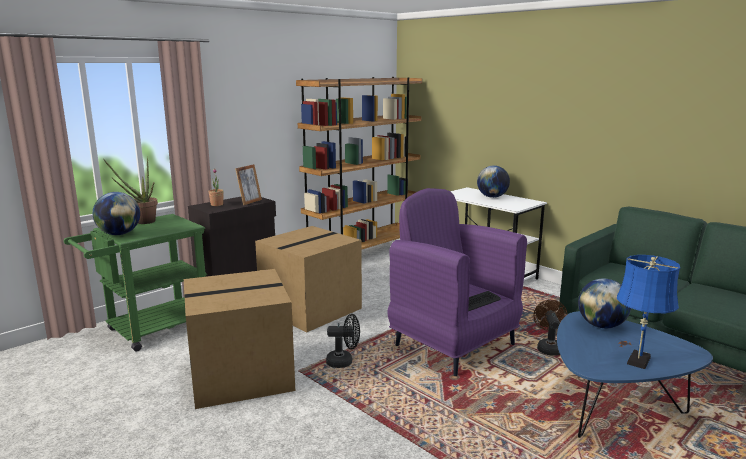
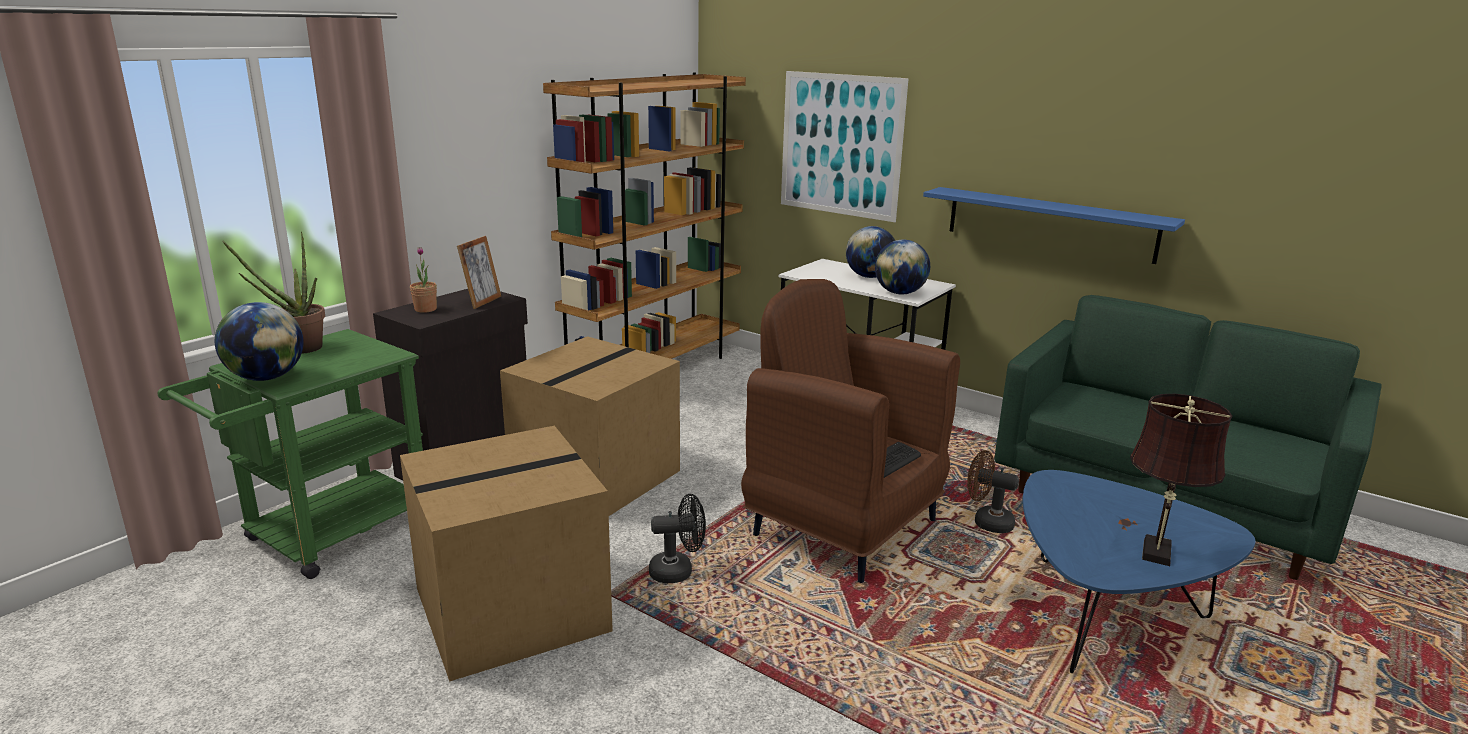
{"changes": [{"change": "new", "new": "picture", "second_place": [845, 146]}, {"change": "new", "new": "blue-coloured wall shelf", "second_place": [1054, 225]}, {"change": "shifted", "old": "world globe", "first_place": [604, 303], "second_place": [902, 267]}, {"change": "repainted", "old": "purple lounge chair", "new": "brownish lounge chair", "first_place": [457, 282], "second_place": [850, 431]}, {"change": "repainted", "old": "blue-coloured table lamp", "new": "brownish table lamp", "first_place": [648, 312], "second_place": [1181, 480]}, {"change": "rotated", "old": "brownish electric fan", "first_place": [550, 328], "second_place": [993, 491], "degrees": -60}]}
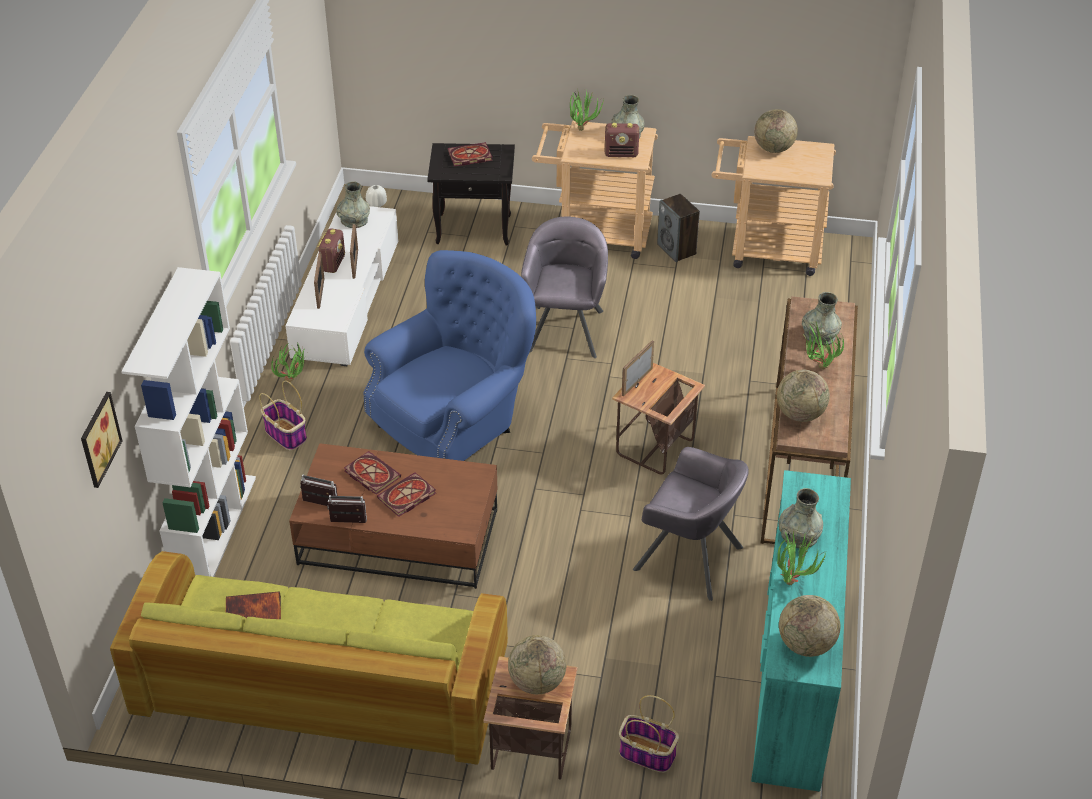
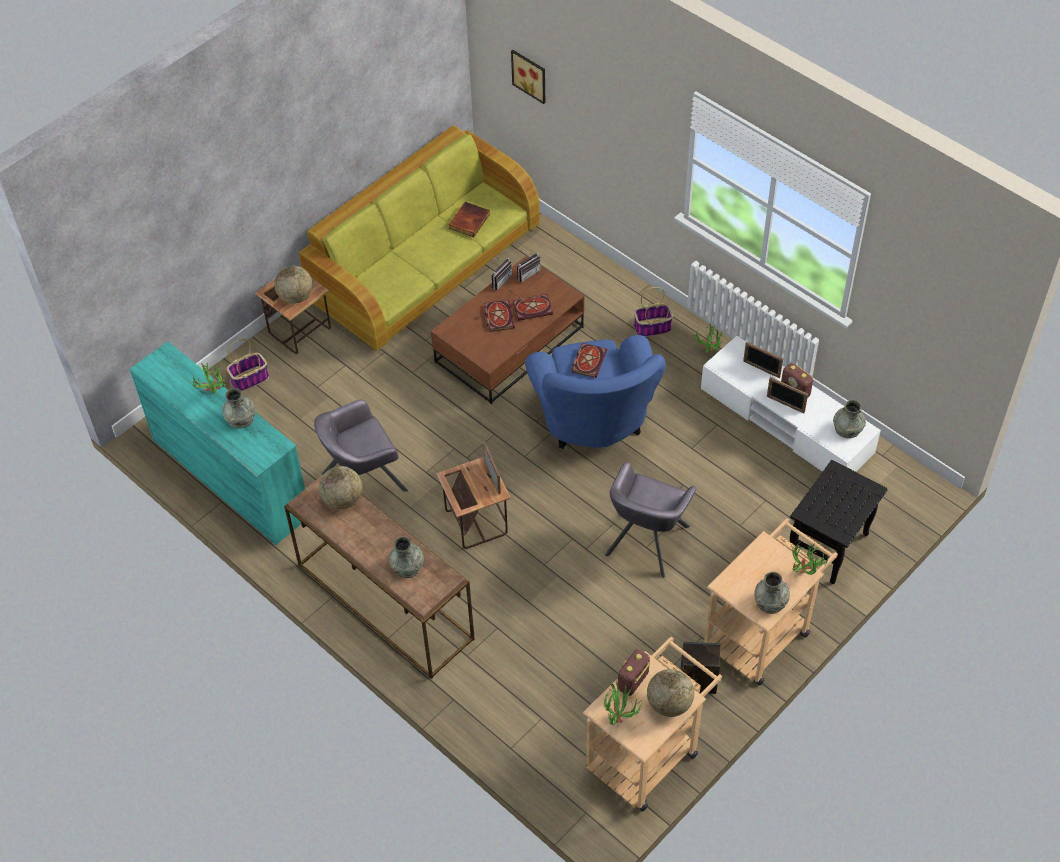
{"changes": [{"change": "gone", "old": "white-coloured bookcase", "first_place": [188, 422]}, {"change": "gone", "old": "white-coloured vase", "first_place": [376, 196]}, {"change": "gone", "old": "world globe", "first_place": [809, 626]}, {"change": "shifted", "old": "bound book", "first_place": [470, 154], "second_place": [589, 360]}, {"change": "shifted", "old": "radio set", "first_place": [622, 140], "second_place": [634, 672]}, {"change": "shifted", "old": "potted plant", "first_place": [824, 345], "second_place": [623, 703]}, {"change": "rotated", "old": "gray lounge chair", "first_place": [564, 287], "second_place": [650, 520], "degrees": 75}]}
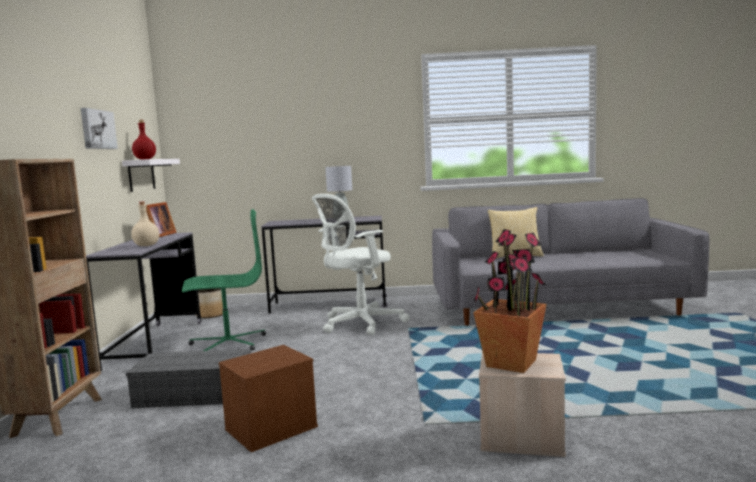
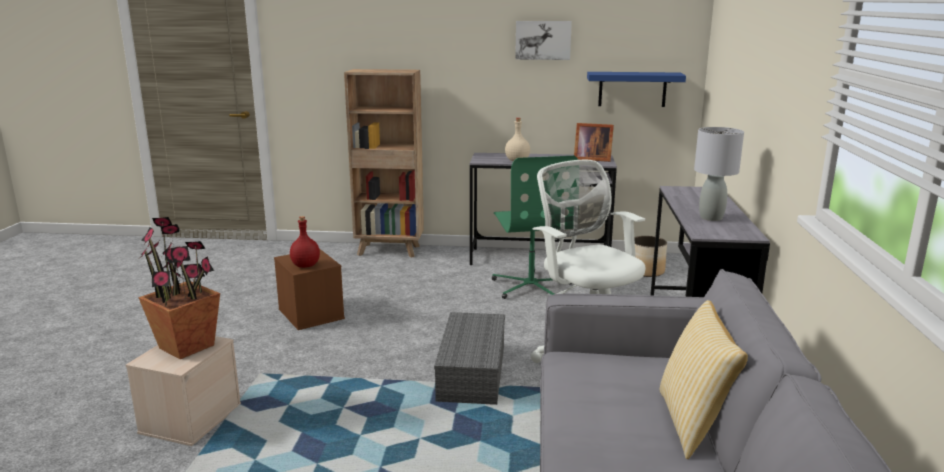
{"changes": [{"change": "shifted", "old": "gray storage bin", "first_place": [188, 378], "second_place": [469, 358]}, {"change": "shifted", "old": "red-coloured beverage bottle", "first_place": [144, 139], "second_place": [305, 242]}, {"change": "repainted", "old": "white-coloured wall shelf", "new": "blue-coloured wall shelf", "first_place": [151, 175], "second_place": [636, 89]}]}
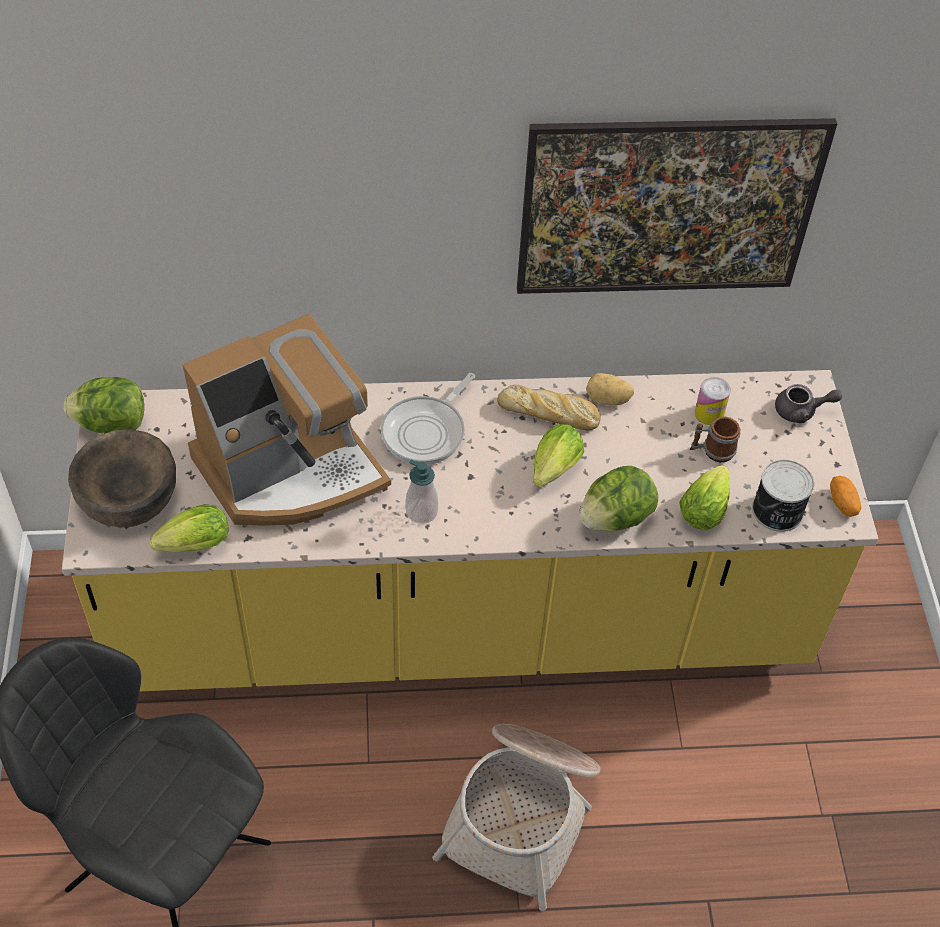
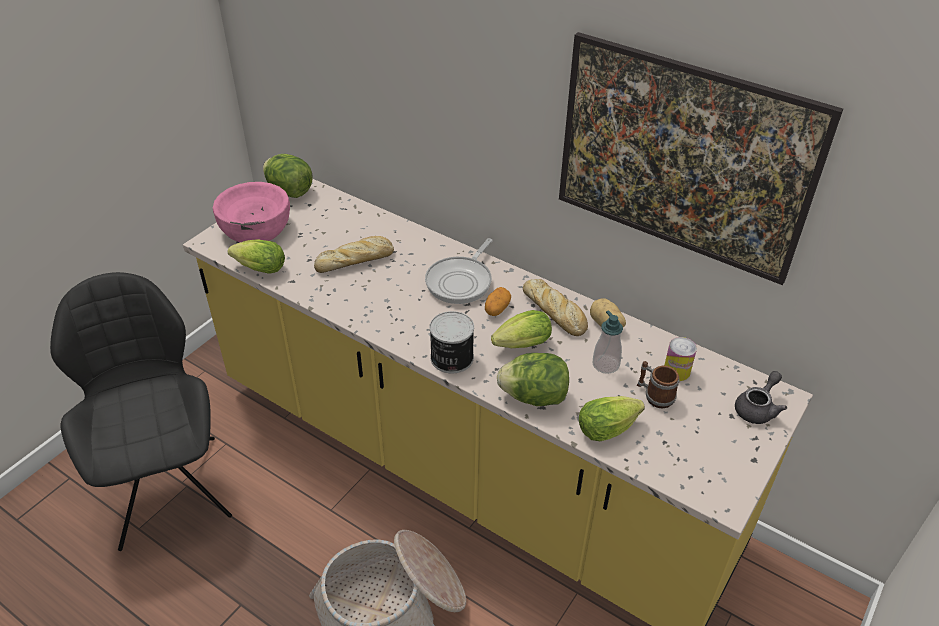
{"changes": [{"change": "shifted", "old": "soap dispenser", "first_place": [421, 492], "second_place": [608, 342]}, {"change": "shifted", "old": "sealed can", "first_place": [783, 496], "second_place": [452, 342]}, {"change": "shifted", "old": "spud", "first_place": [845, 496], "second_place": [498, 301]}, {"change": "swapped", "old": "coffee brewer", "new": "baked bread", "first_place": [286, 420], "second_place": [354, 254]}, {"change": "repainted", "old": "brownish bowl", "new": "pink-coloured bowl", "first_place": [122, 478], "second_place": [251, 212]}, {"change": "rotated", "old": "skillet", "first_place": [428, 419], "second_place": [459, 271], "degrees": -45}, {"change": "rotated", "old": "gray teapot", "first_place": [808, 403], "second_place": [761, 397], "degrees": -90}]}
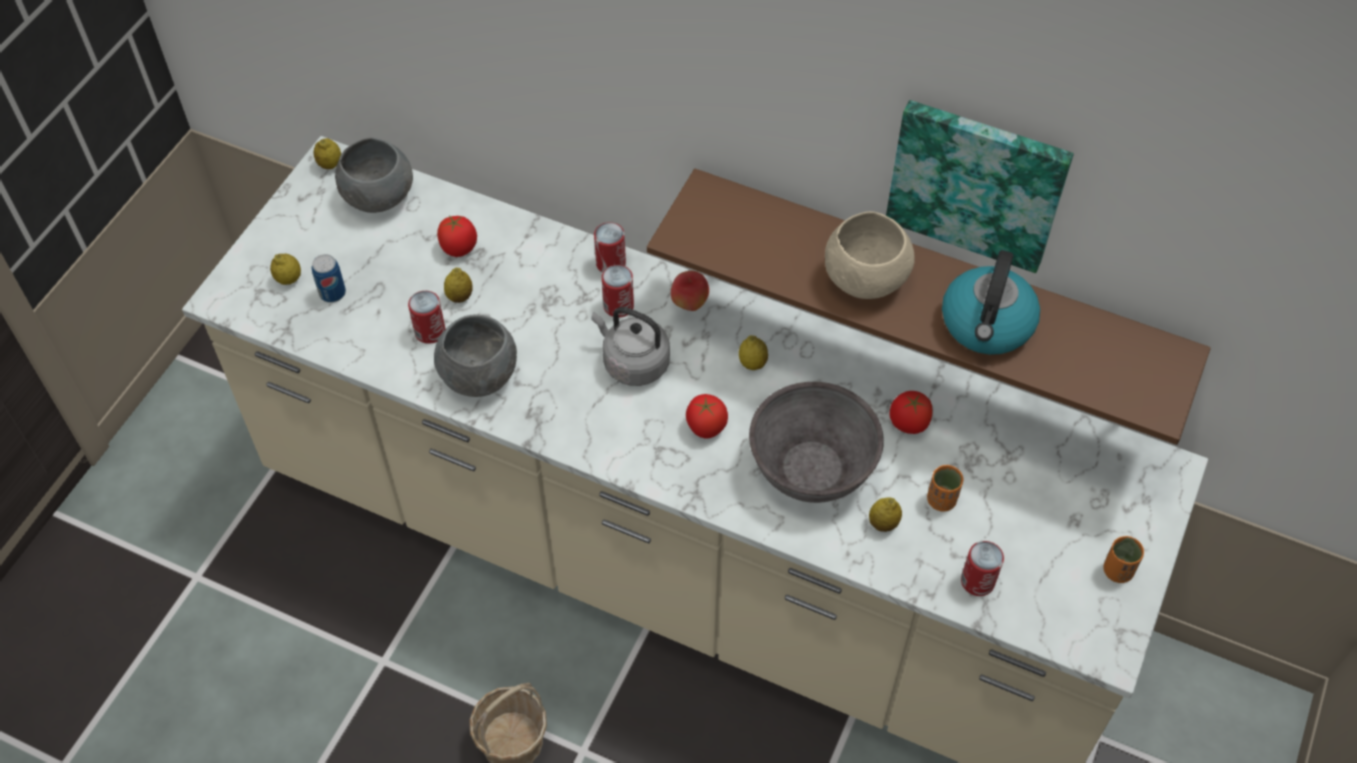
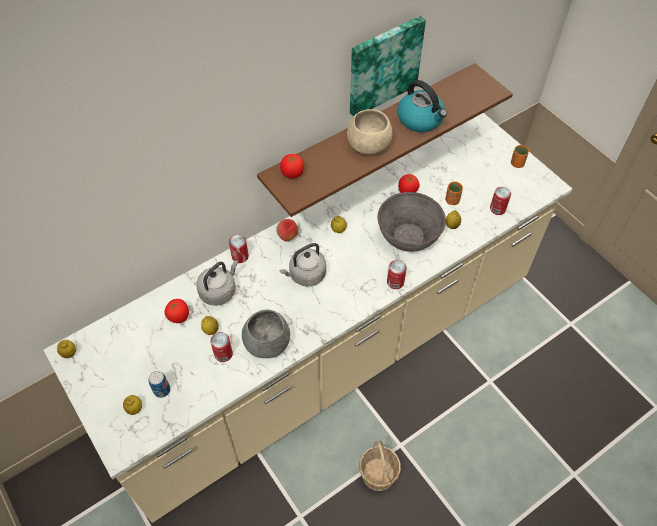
{"changes": [{"change": "gone", "old": "gray bowl", "first_place": [374, 175]}, {"change": "new", "new": "gray kettle", "second_place": [217, 283]}, {"change": "shifted", "old": "sealed can", "first_place": [618, 291], "second_place": [397, 274]}, {"change": "shifted", "old": "fresh tomato", "first_place": [707, 416], "second_place": [292, 166]}]}
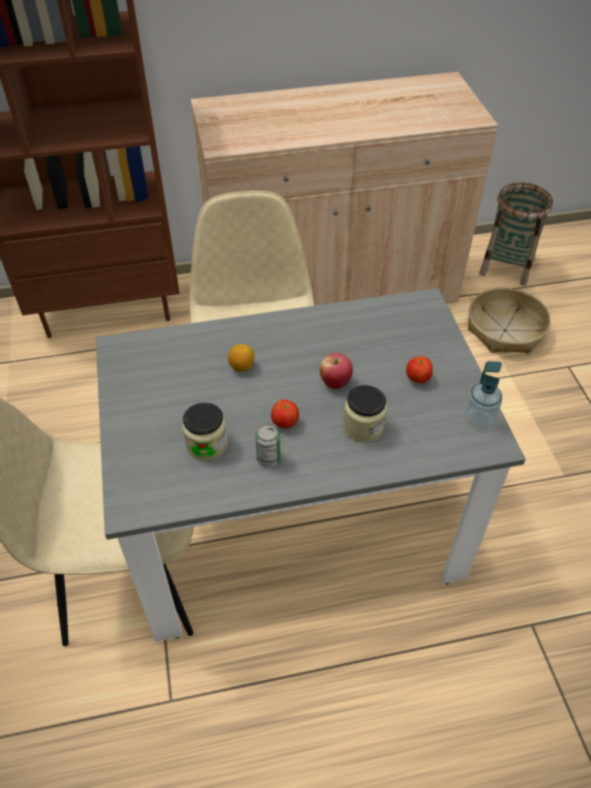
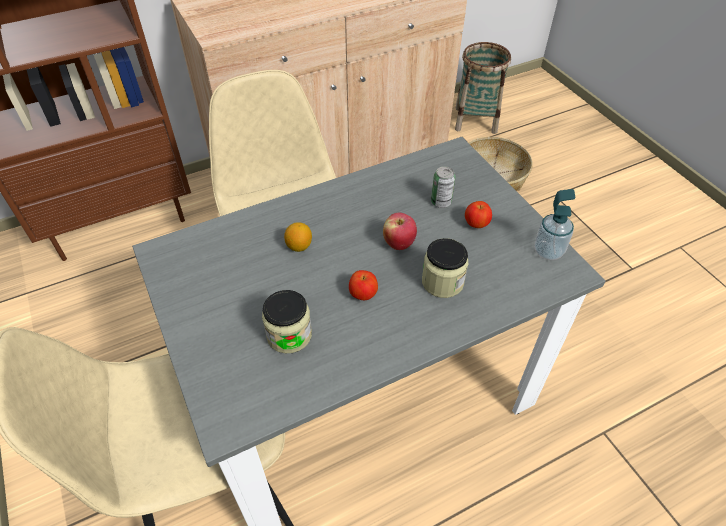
{"changes": [{"change": "shifted", "old": "sealed can", "first_place": [267, 445], "second_place": [443, 187]}]}
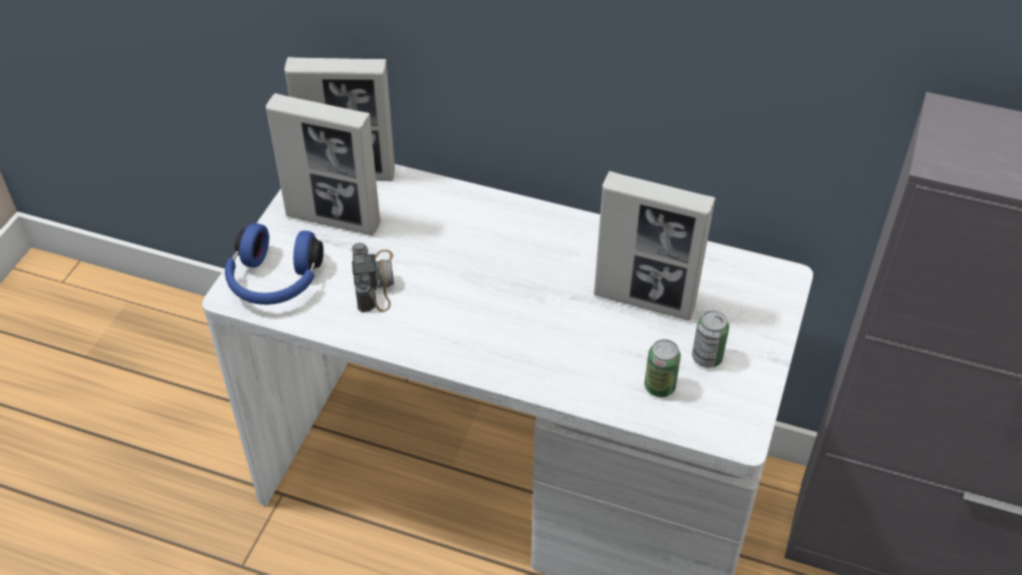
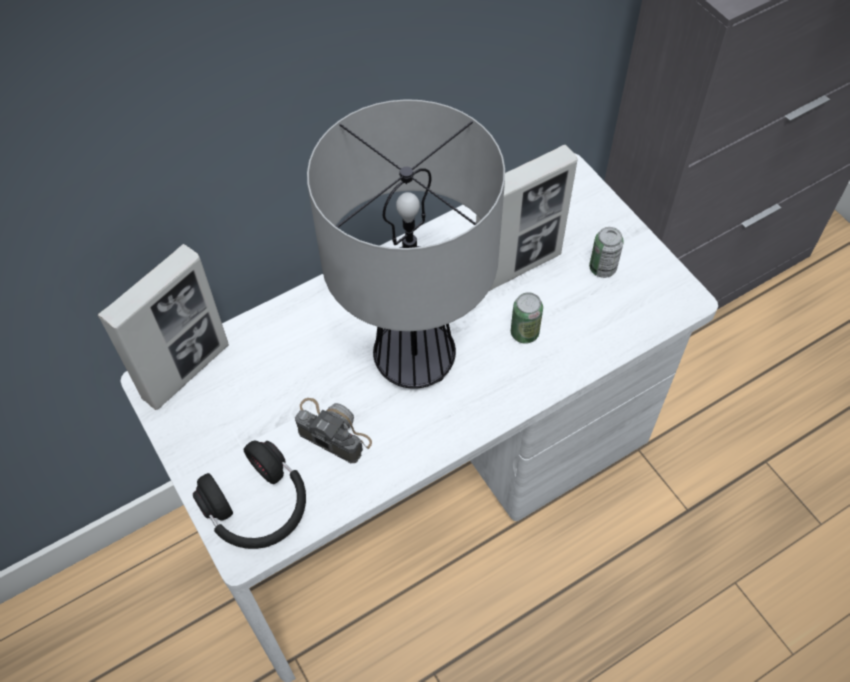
{"changes": [{"change": "gone", "old": "standing frame", "first_place": [323, 164]}, {"change": "new", "new": "table lamp", "second_place": [406, 244]}, {"change": "shifted", "old": "sealed can", "first_place": [662, 368], "second_place": [527, 318]}, {"change": "repainted", "old": "blue-coloured headset", "new": "black-coloured headset", "first_place": [274, 264], "second_place": [249, 494]}]}
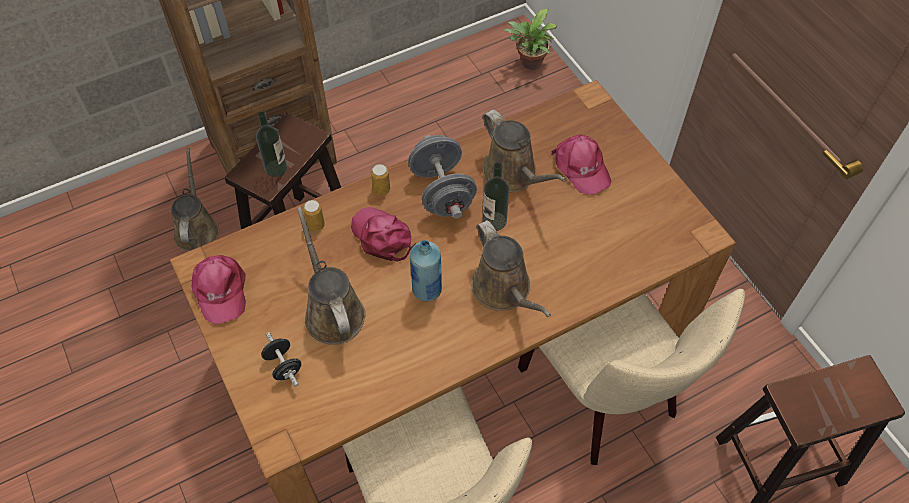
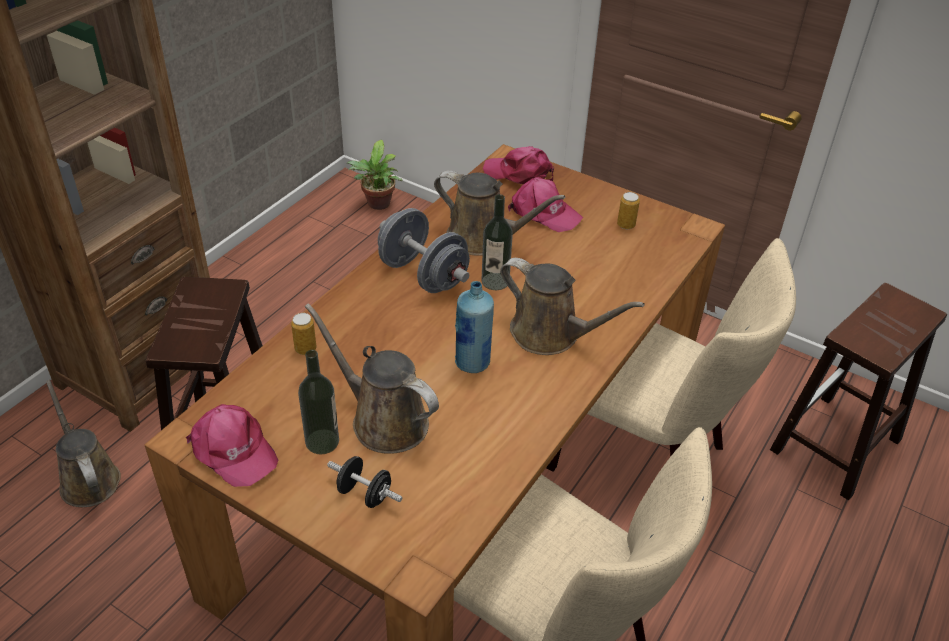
{"changes": [{"change": "shifted", "old": "beverage bottle", "first_place": [271, 144], "second_place": [318, 402]}, {"change": "shifted", "old": "pink-coloured peaked cap", "first_place": [383, 234], "second_place": [518, 165]}, {"change": "shifted", "old": "sealed can", "first_place": [380, 179], "second_place": [628, 210]}]}
